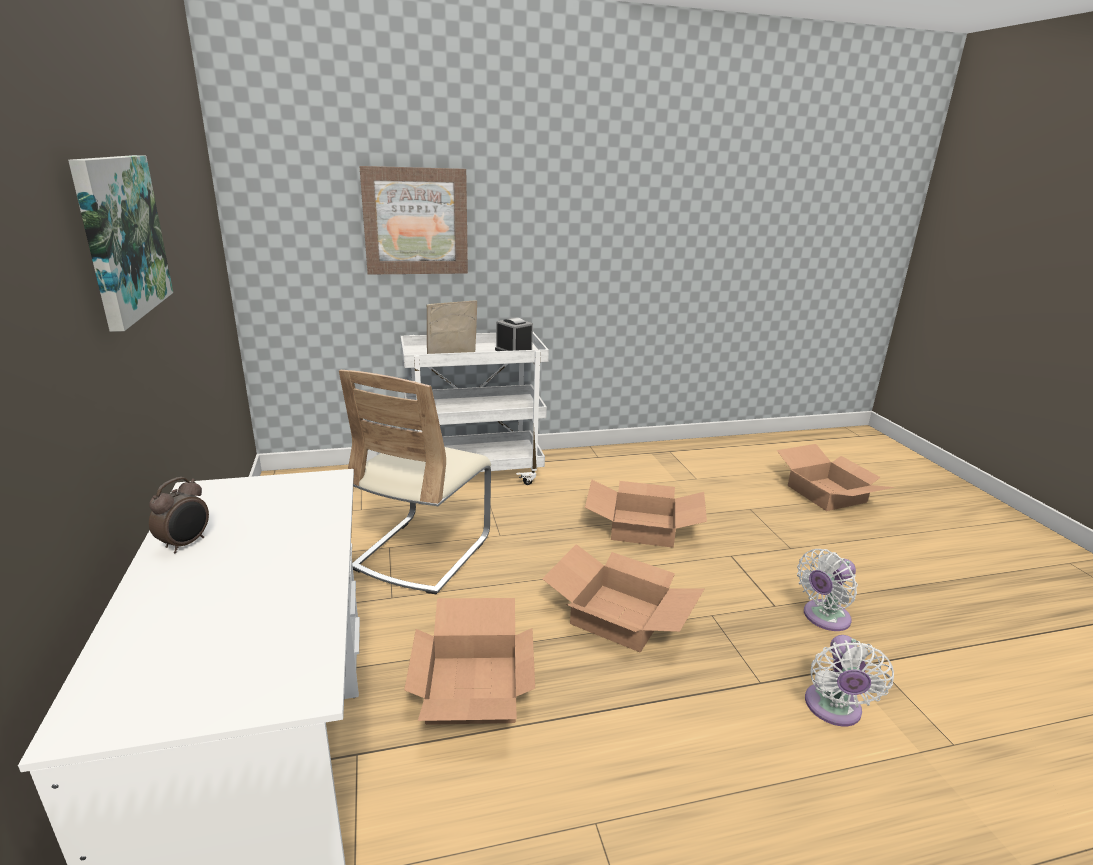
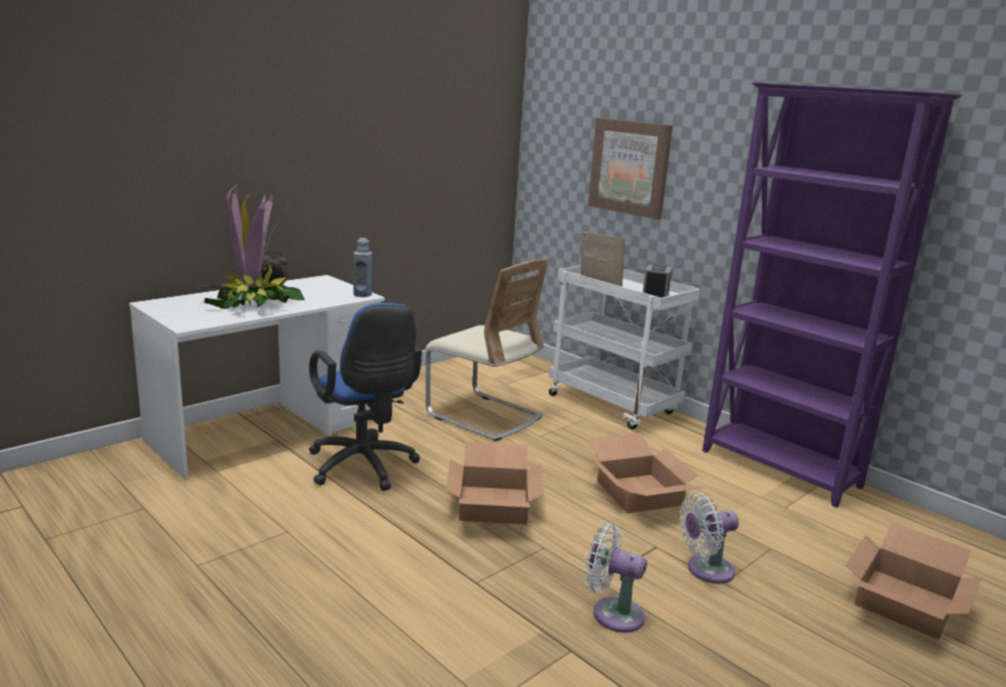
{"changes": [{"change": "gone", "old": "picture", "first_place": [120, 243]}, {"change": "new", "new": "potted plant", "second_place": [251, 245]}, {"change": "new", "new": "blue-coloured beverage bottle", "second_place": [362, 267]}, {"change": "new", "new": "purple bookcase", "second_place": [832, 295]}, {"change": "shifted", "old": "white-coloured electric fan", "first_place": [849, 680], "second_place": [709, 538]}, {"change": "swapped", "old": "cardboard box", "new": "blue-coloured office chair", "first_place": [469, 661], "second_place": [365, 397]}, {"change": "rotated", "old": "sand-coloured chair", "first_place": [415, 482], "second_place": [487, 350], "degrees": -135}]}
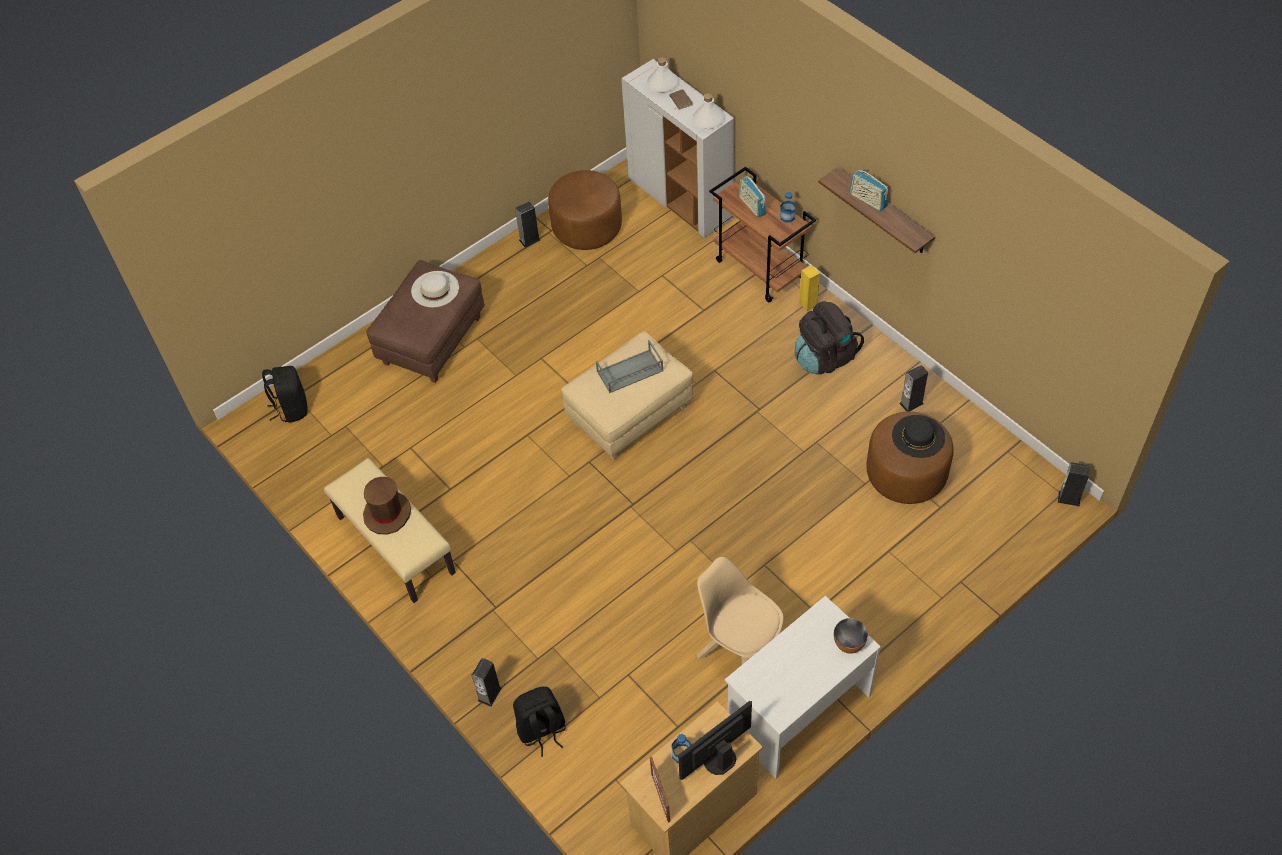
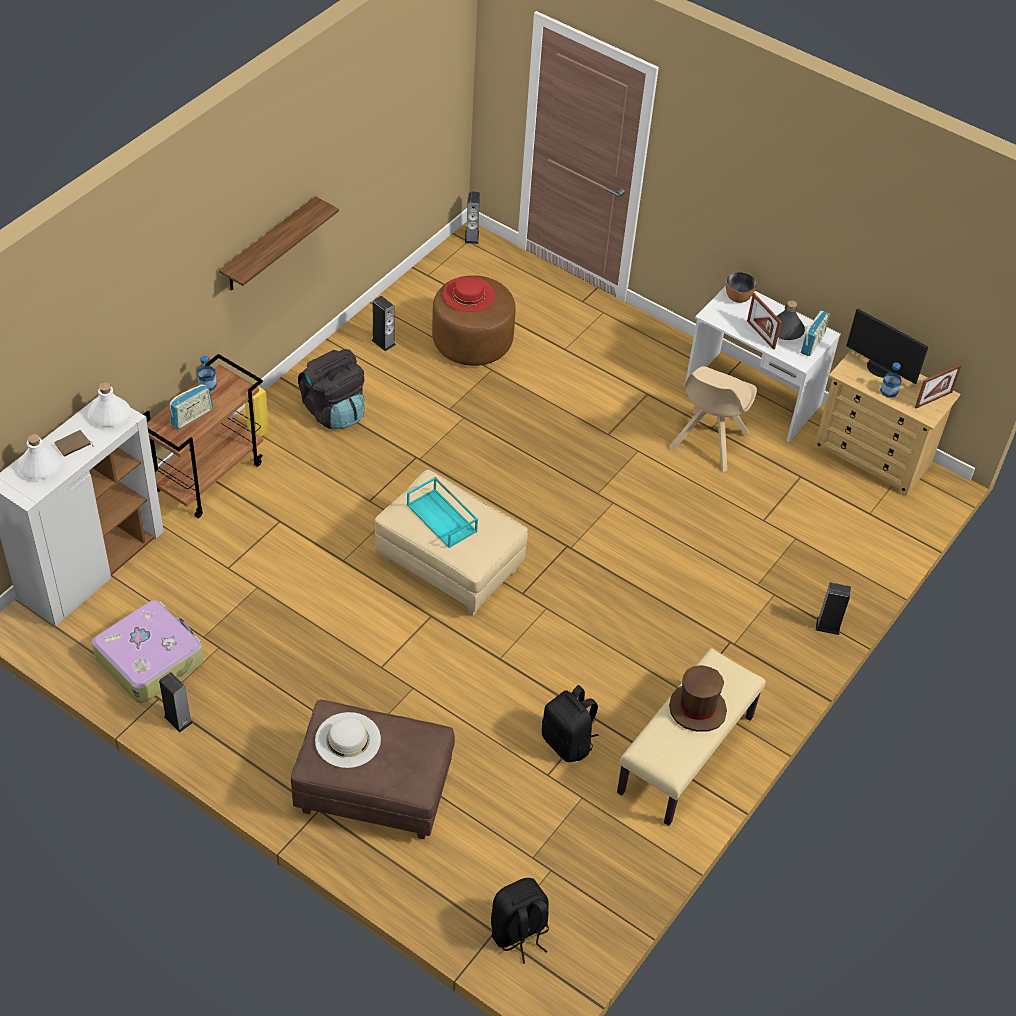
{"changes": [{"change": "new", "new": "standing frame", "second_place": [764, 321]}, {"change": "new", "new": "gray beverage bottle", "second_place": [791, 320]}, {"change": "shifted", "old": "black-coloured knapsack", "first_place": [539, 722], "second_place": [570, 723]}, {"change": "shifted", "old": "radio set", "first_place": [868, 190], "second_place": [815, 333]}, {"change": "swapped", "old": "brownish footrest", "new": "travel case", "first_place": [585, 210], "second_place": [147, 651]}, {"change": "repainted", "old": "gray tray", "new": "turquoise-coloured tray", "first_place": [630, 366], "second_place": [442, 512]}, {"change": "repainted", "old": "black-coloured hat", "new": "red-coloured hat", "first_place": [918, 436], "second_place": [469, 294]}]}
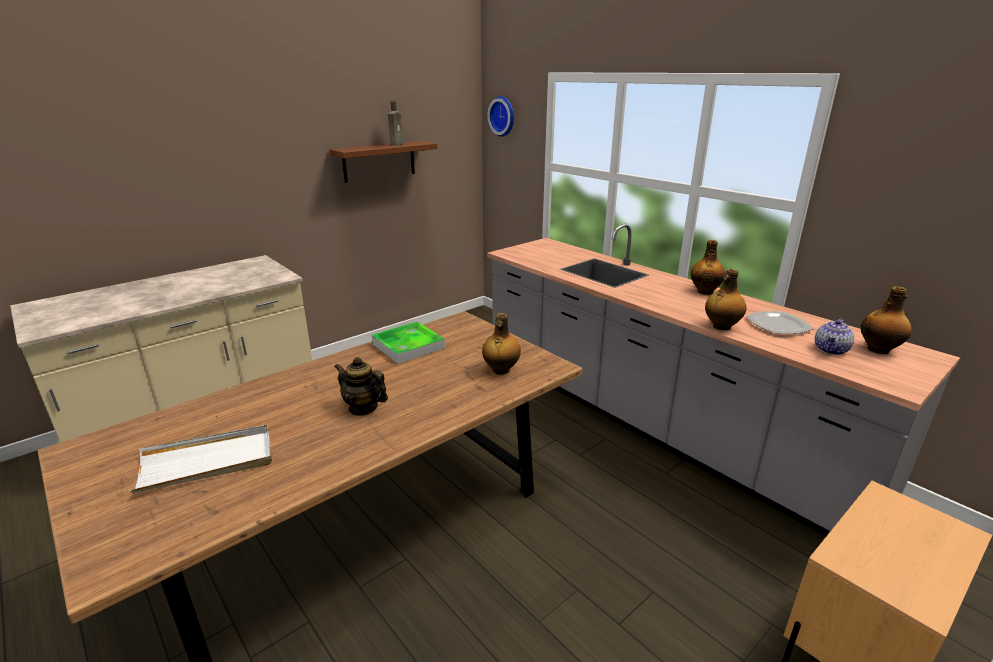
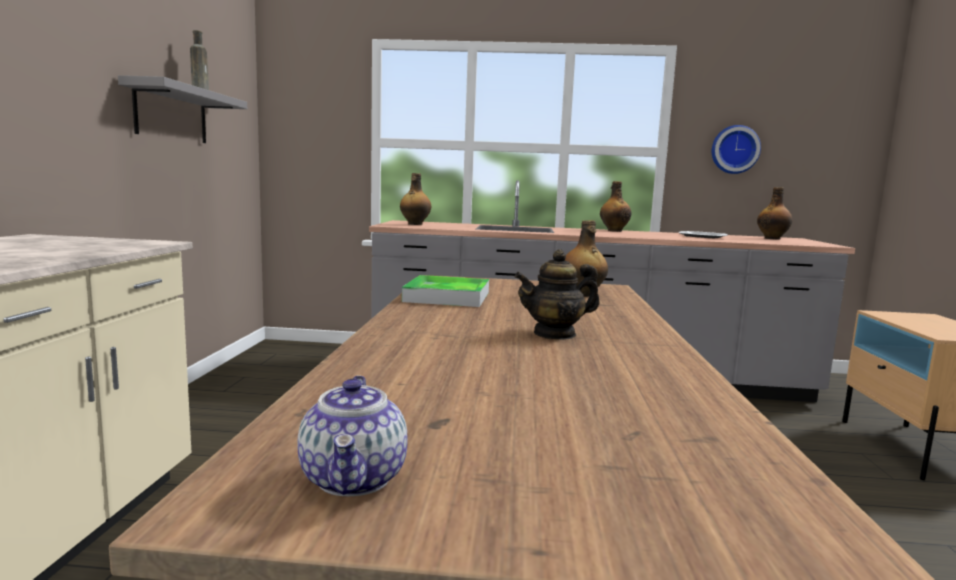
{"changes": [{"change": "gone", "old": "white-coloured tray", "first_place": [201, 459]}, {"change": "shifted", "old": "wall clock", "first_place": [500, 116], "second_place": [736, 149]}, {"change": "shifted", "old": "beverage bottle", "first_place": [726, 299], "second_place": [415, 199]}, {"change": "shifted", "old": "teapot", "first_place": [834, 337], "second_place": [352, 436]}, {"change": "repainted", "old": "brownish wall shelf", "new": "gray wall shelf", "first_place": [383, 162], "second_place": [182, 109]}]}
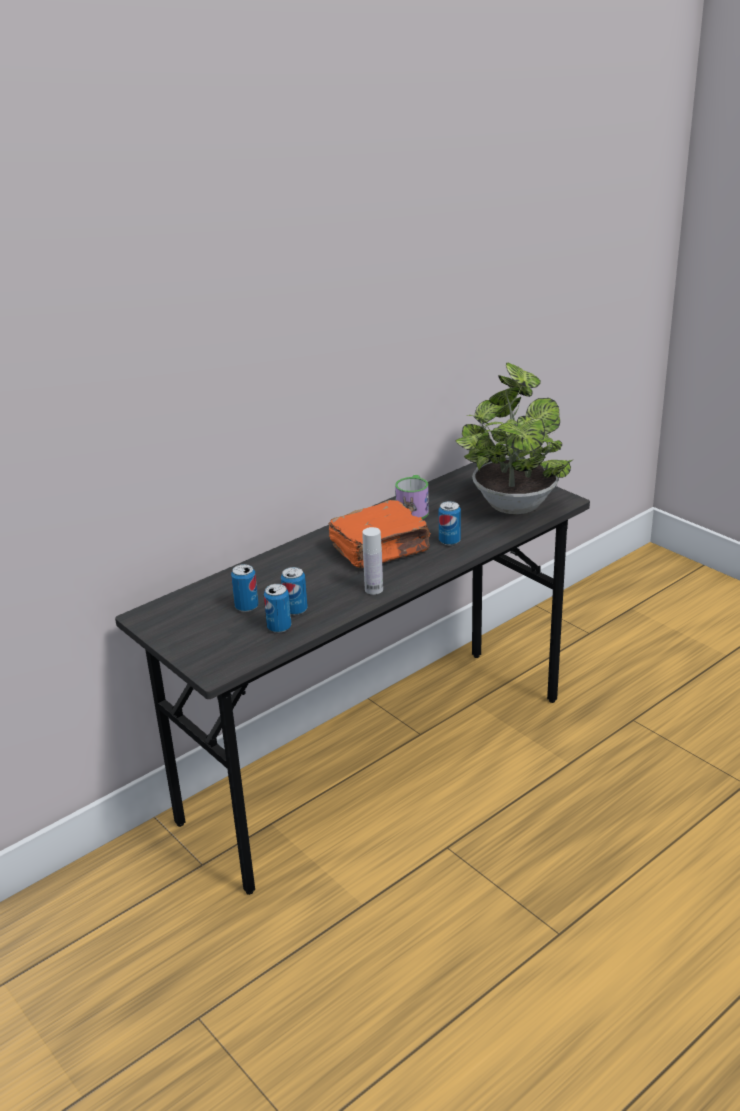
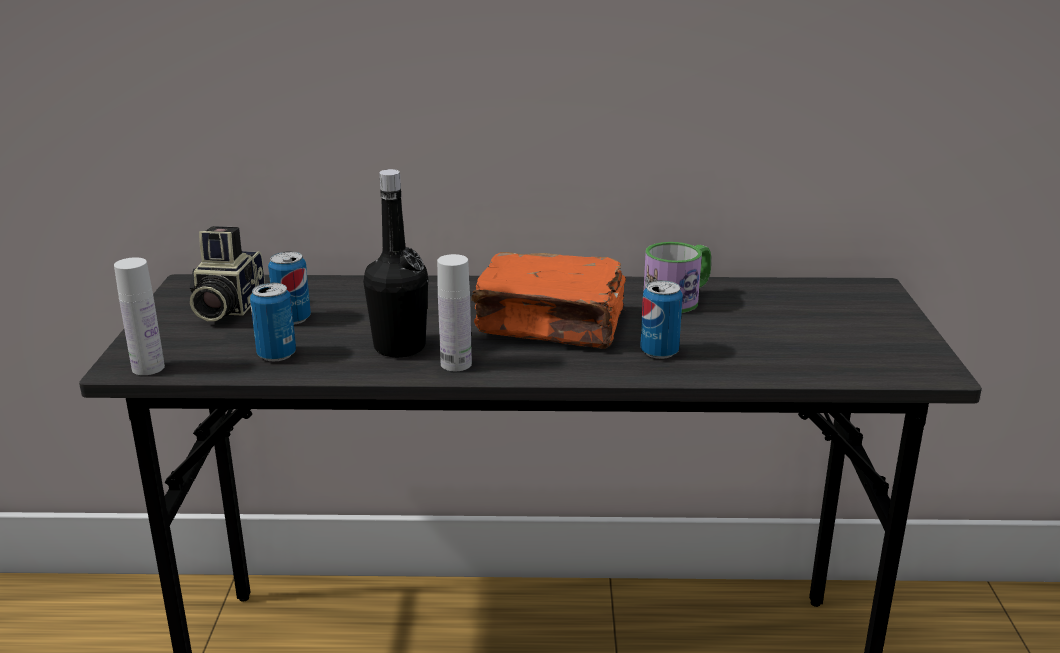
{"changes": [{"change": "gone", "old": "sealed can", "first_place": [294, 591]}, {"change": "gone", "old": "potted plant", "first_place": [514, 438]}, {"change": "new", "new": "white-coloured beverage bottle", "second_place": [139, 316]}, {"change": "new", "new": "still camera", "second_place": [227, 273]}, {"change": "new", "new": "black-coloured beverage bottle", "second_place": [395, 263]}]}
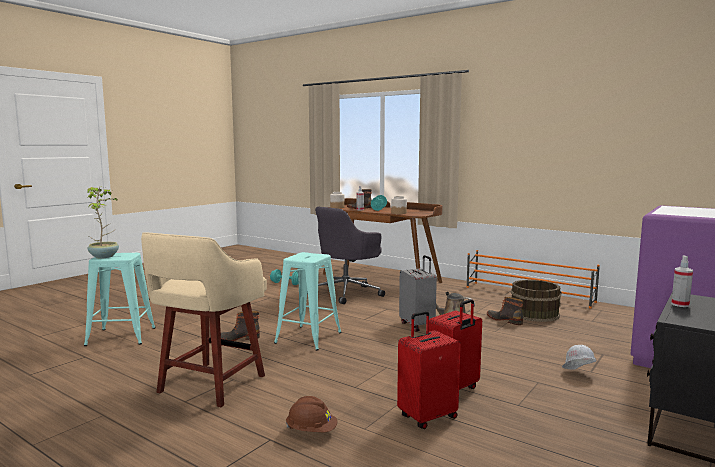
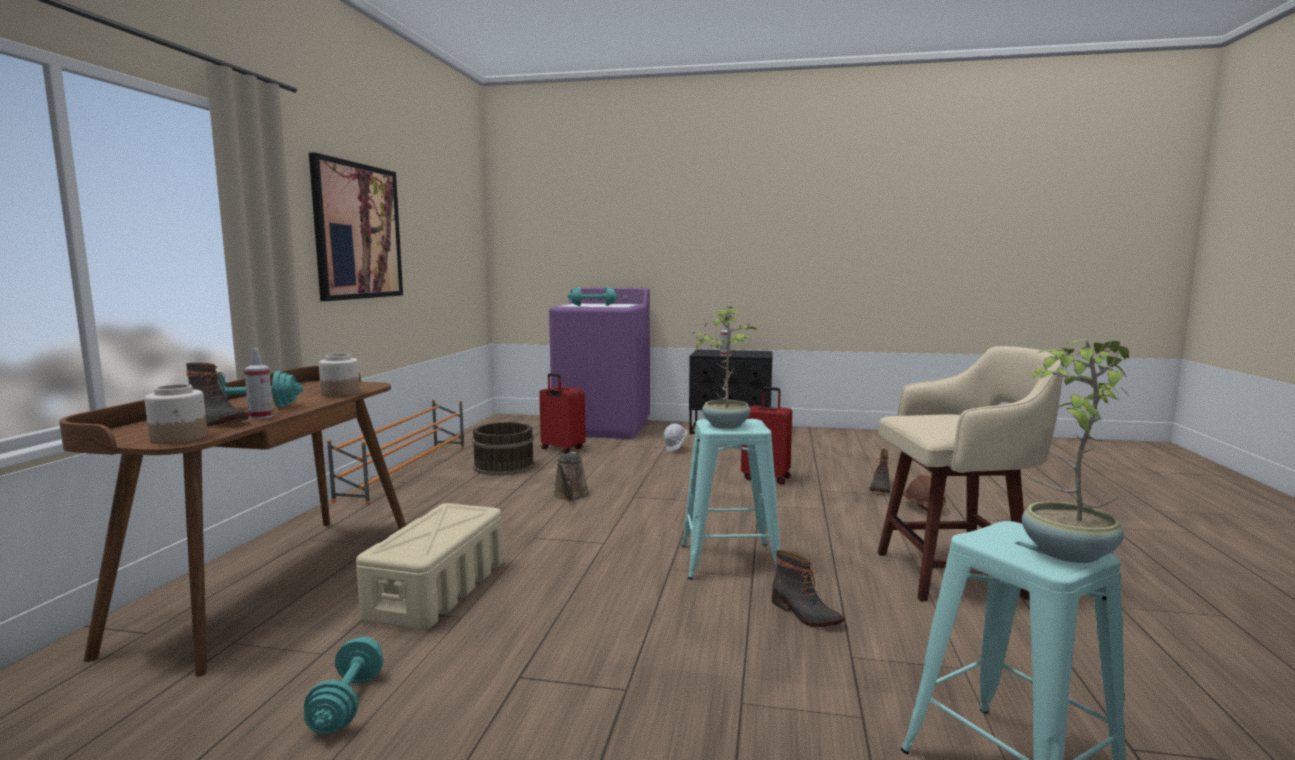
{"changes": [{"change": "gone", "old": "gray travel case", "first_place": [418, 293]}, {"change": "new", "new": "picture", "second_place": [356, 226]}, {"change": "new", "new": "turquoise-coloured hand weight", "second_place": [593, 296]}, {"change": "new", "new": "potted plant", "second_place": [725, 368]}, {"change": "shifted", "old": "red-coloured travel case", "first_place": [429, 370], "second_place": [562, 413]}, {"change": "shifted", "old": "tall boot", "first_place": [505, 311], "second_place": [880, 471]}, {"change": "swapped", "old": "gray office chair", "new": "sand-coloured storage bin", "first_place": [346, 255], "second_place": [429, 566]}]}
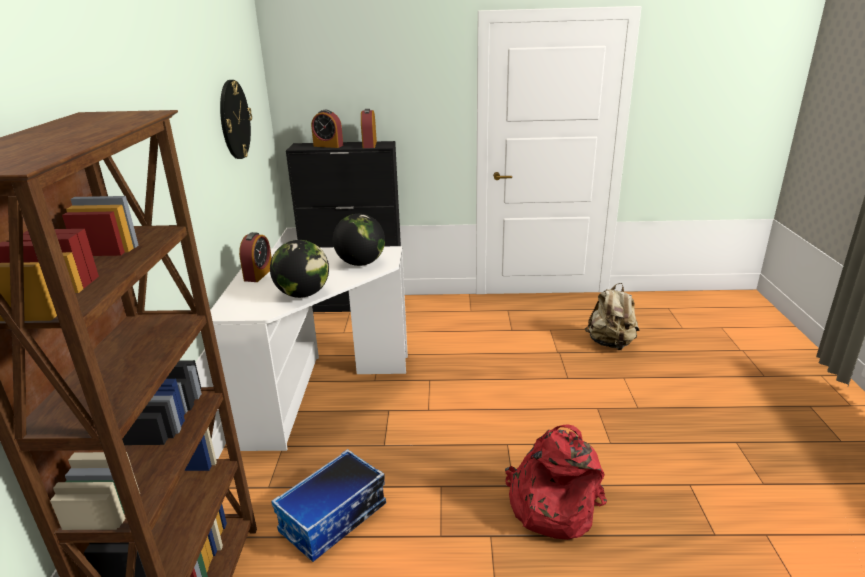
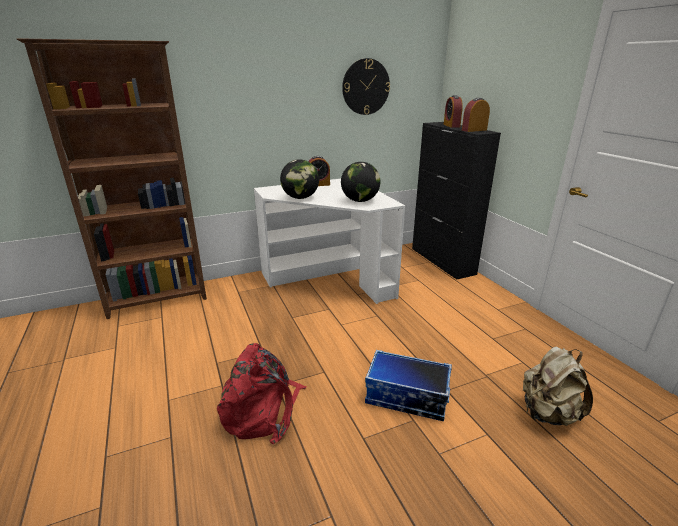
{"changes": [{"change": "shifted", "old": "storage bin", "first_place": [328, 505], "second_place": [408, 385]}]}
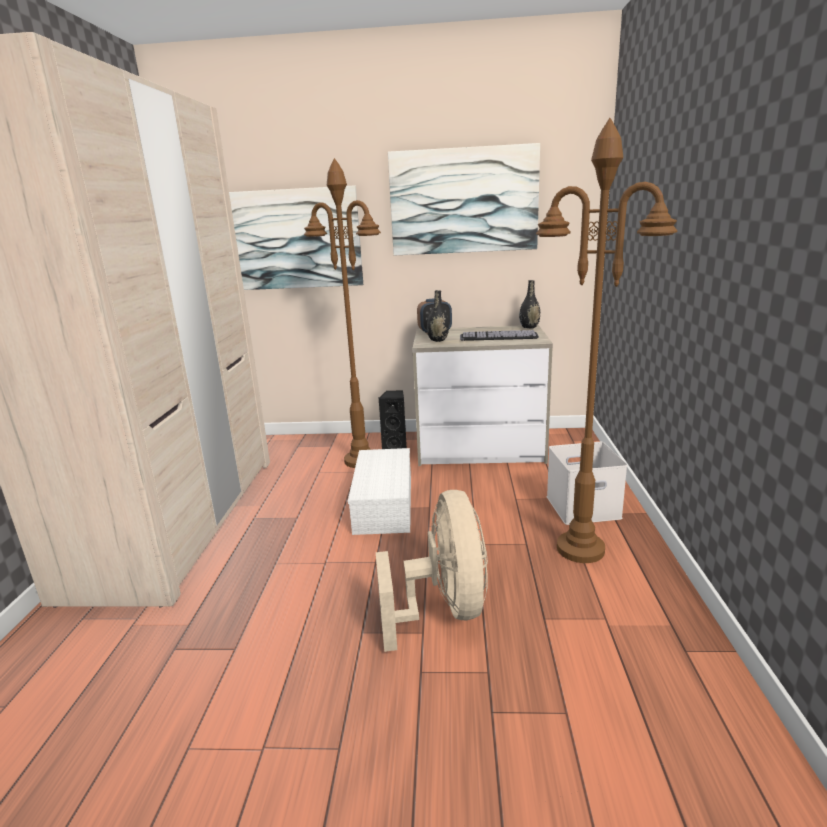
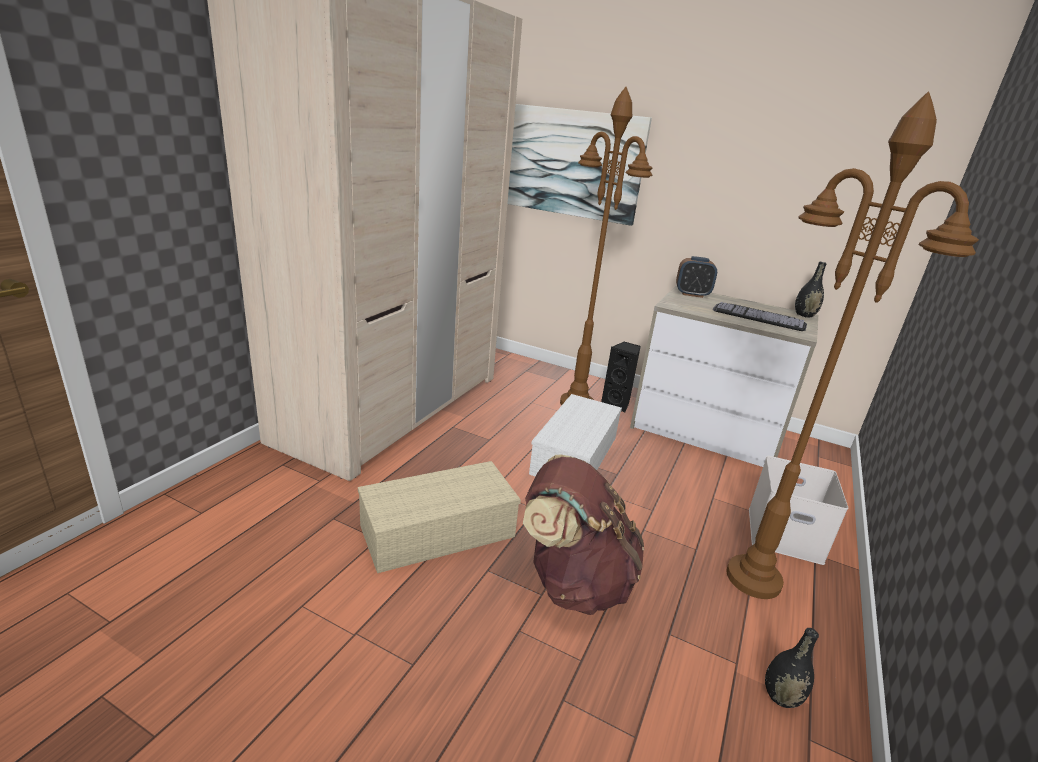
{"changes": [{"change": "gone", "old": "picture", "first_place": [464, 199]}, {"change": "new", "new": "sand-coloured storage bin", "second_place": [439, 517]}, {"change": "shifted", "old": "black-coloured vase", "first_place": [438, 316], "second_place": [792, 668]}, {"change": "swapped", "old": "sand-coloured electric fan", "new": "brownish knapsack", "first_place": [432, 571], "second_place": [583, 535]}]}
